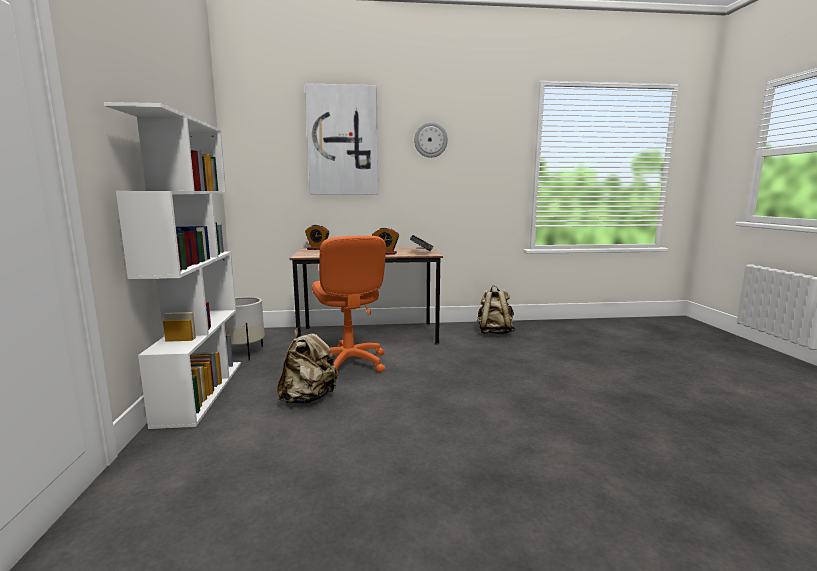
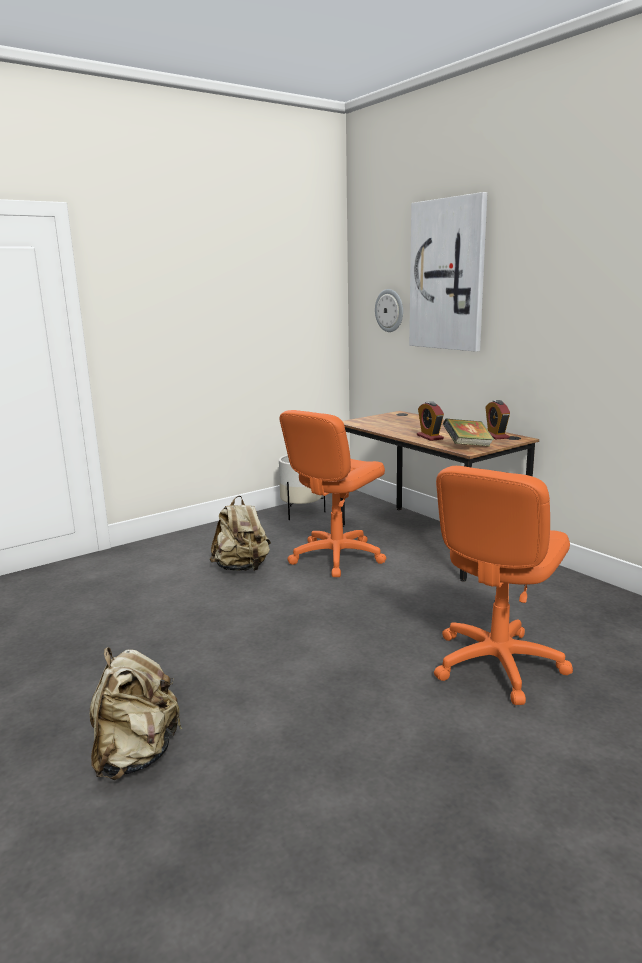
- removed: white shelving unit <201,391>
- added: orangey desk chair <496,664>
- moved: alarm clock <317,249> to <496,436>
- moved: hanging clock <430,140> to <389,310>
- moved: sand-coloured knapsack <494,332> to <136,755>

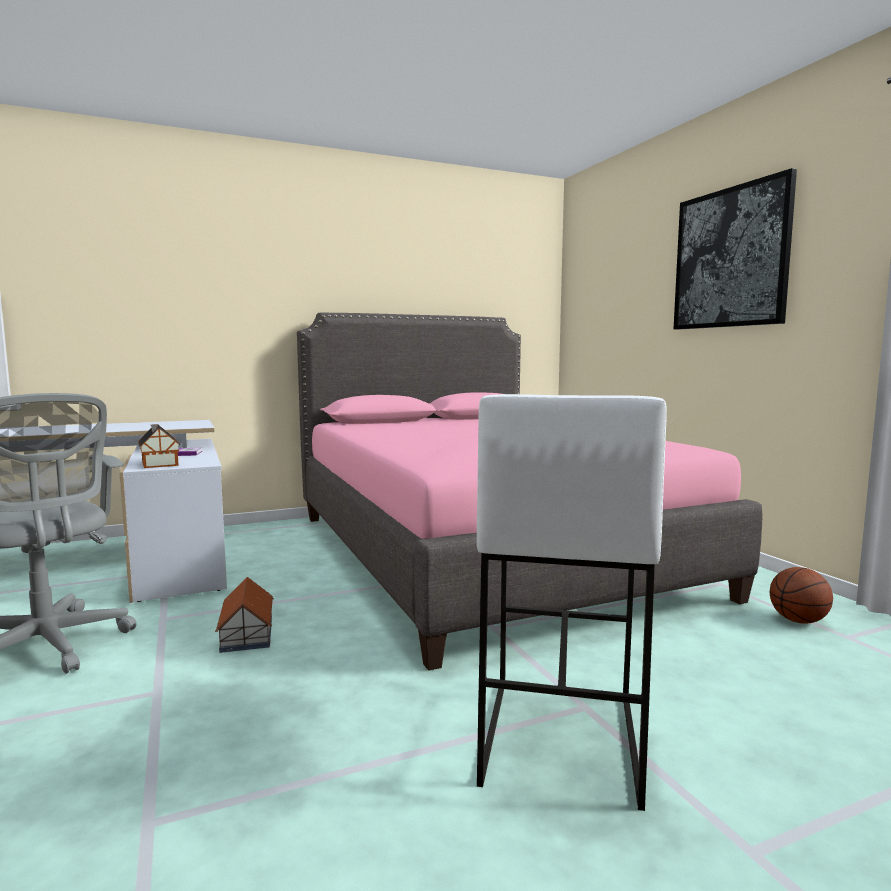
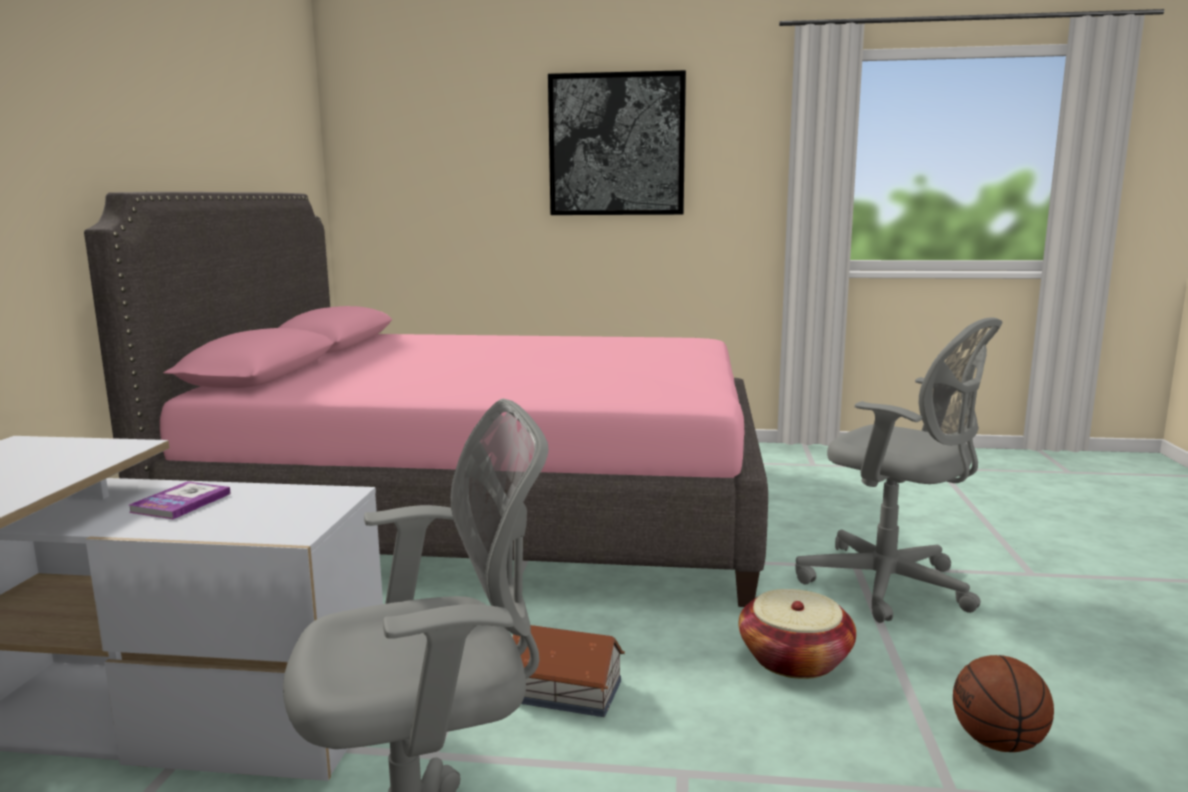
- removed: miniature house <159,463>
- added: household basket <794,659>
- moved: ball for basketball <798,621> to <998,743>
- replaced: white sitting stool <558,736> to grey desk chair <892,587>

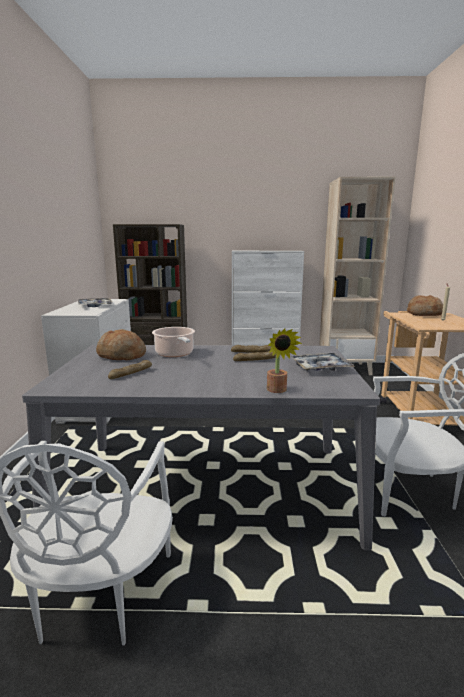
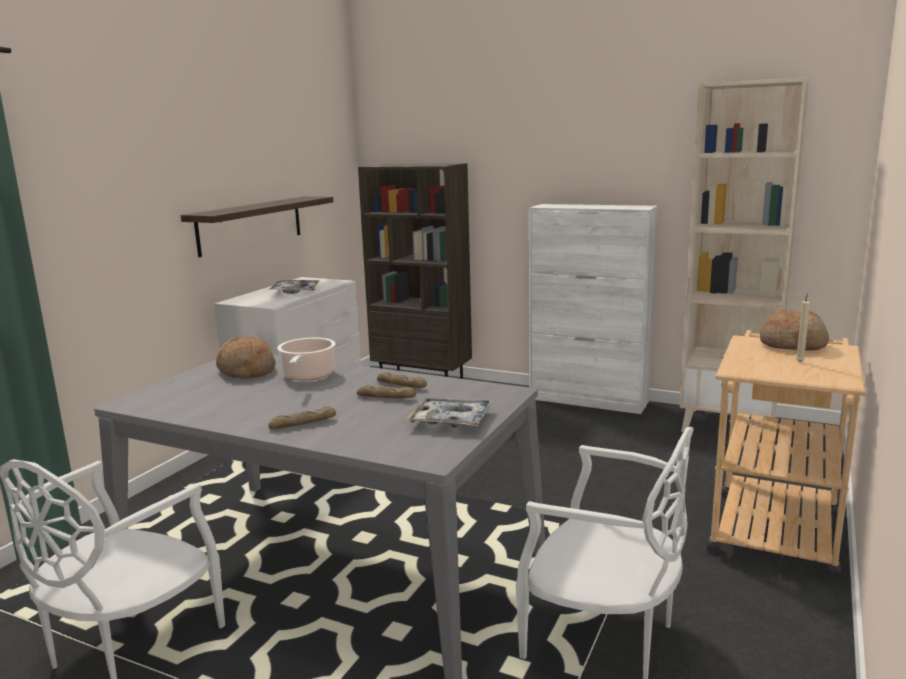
- removed: potted plant <278,391>
- added: shelf <251,225>
- moved: baked bread <131,374> to <303,424>

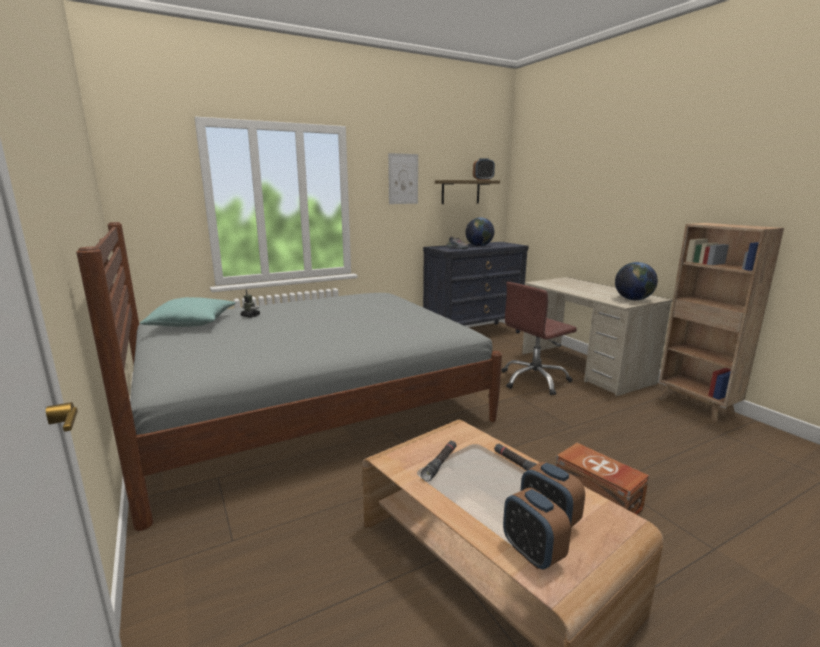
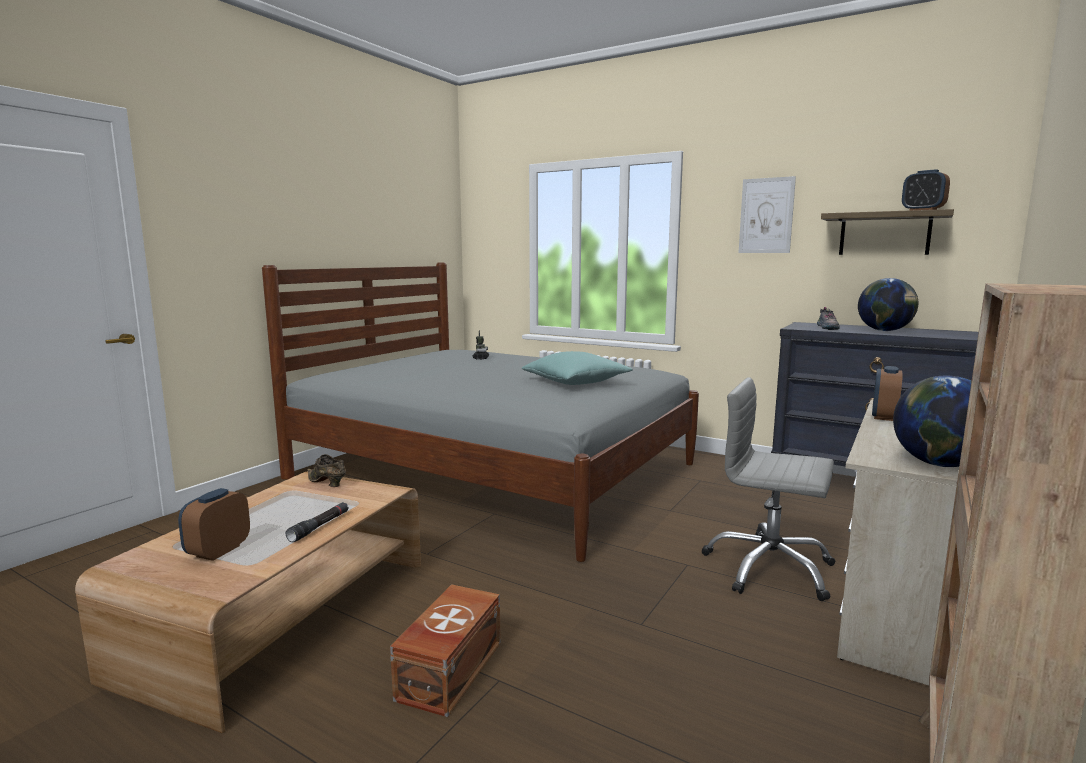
- removed: black-coloured hand torch <440,464>
- added: brown-coloured shoe <327,483>
- moved: turquoise throw pillow <193,323> to <576,382>
- moved: alarm clock <532,553> to <884,417>
- recoloured: brown-coloured desk chair <534,380> to grey desk chair <769,568>

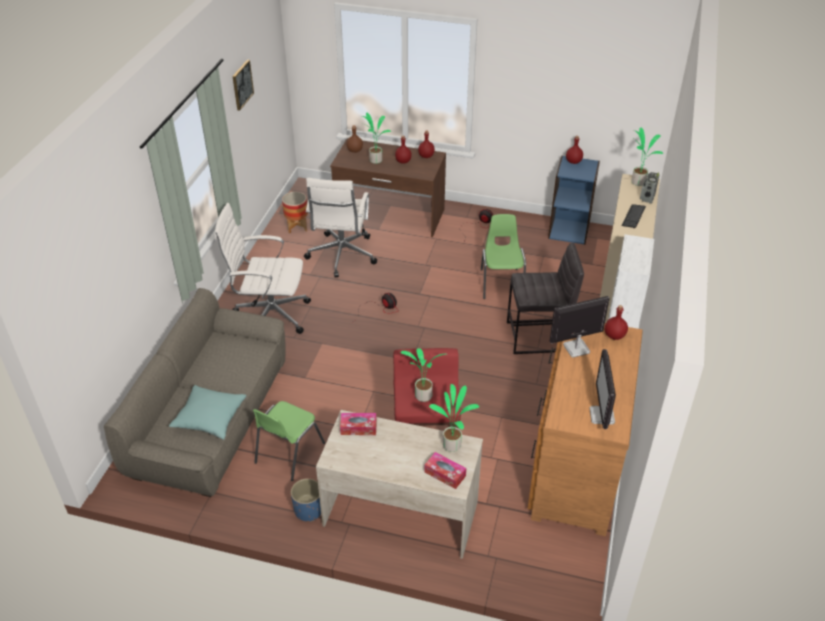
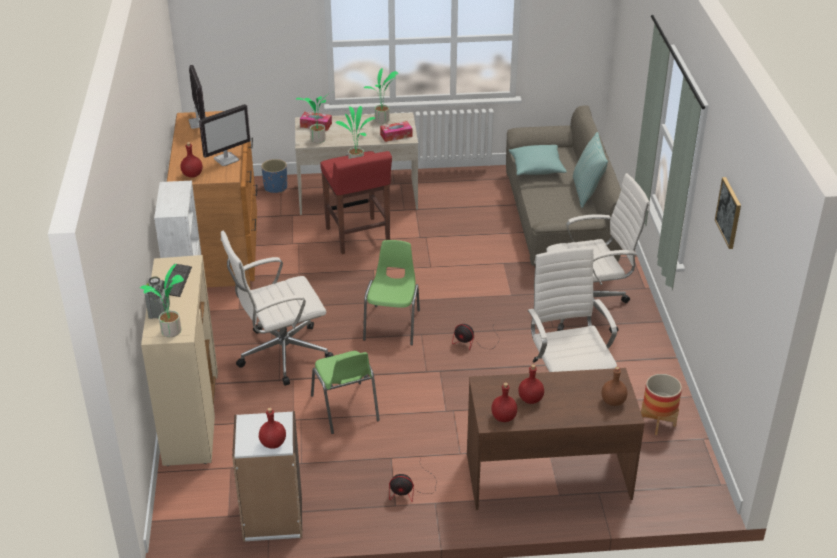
- added: throw pillow <587,192>
- moved: greenish chair <288,453> to <393,324>
- moved: blue flower pot <308,510> to <275,187>
- moved: potted plant <375,160> to <382,121>
- replaced: grey sitting stool <539,337> to white desk chair <281,354>
- recoloured: blue shelving unit <569,230> to white shelving unit <272,518>

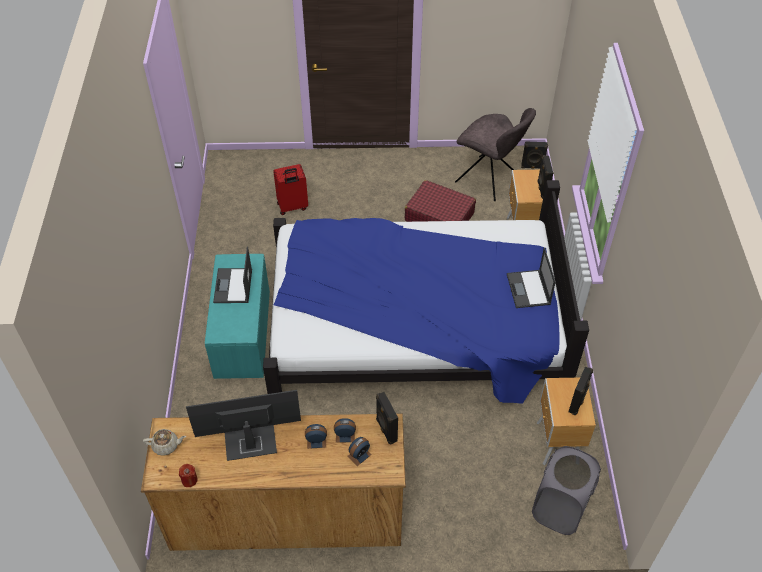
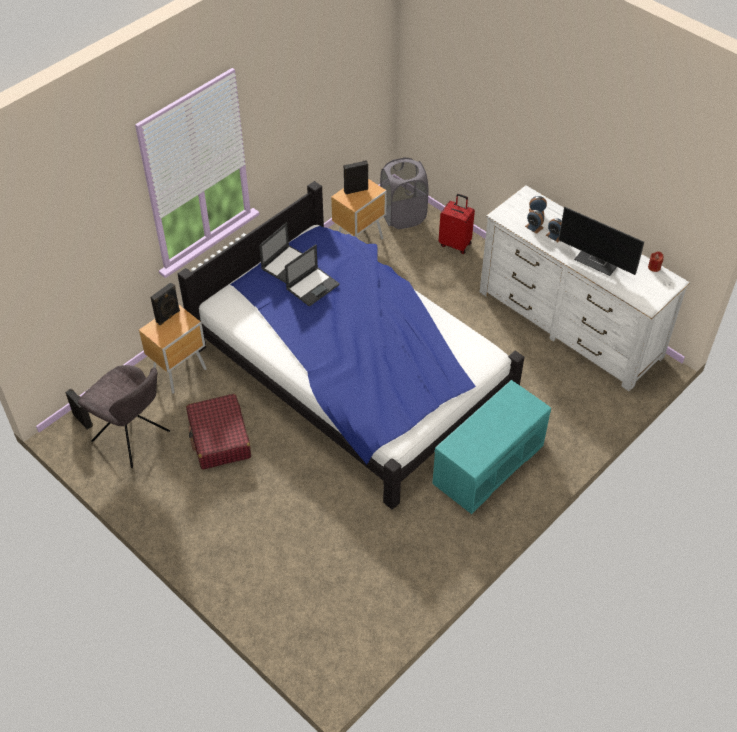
- removed: sand-coloured pot for tea <166,446>
- removed: black-coloured speaker <385,430>
- moved: portable computer <233,286> to <313,286>
- moved: red suitcase <292,207> to <455,244>
- recoloured: brown-coloured drawer chest <286,514> to white drawer chest <569,324>
- turned: grey chair <489,179> = <133,438> 135 degrees clockwise

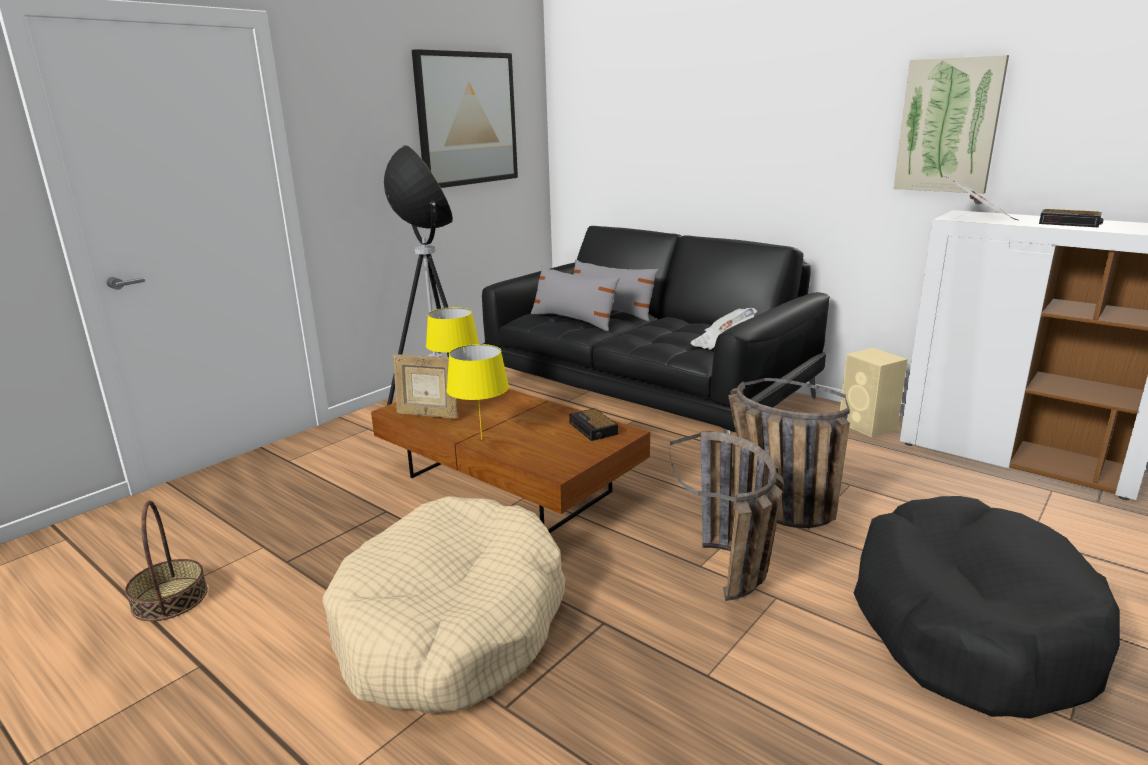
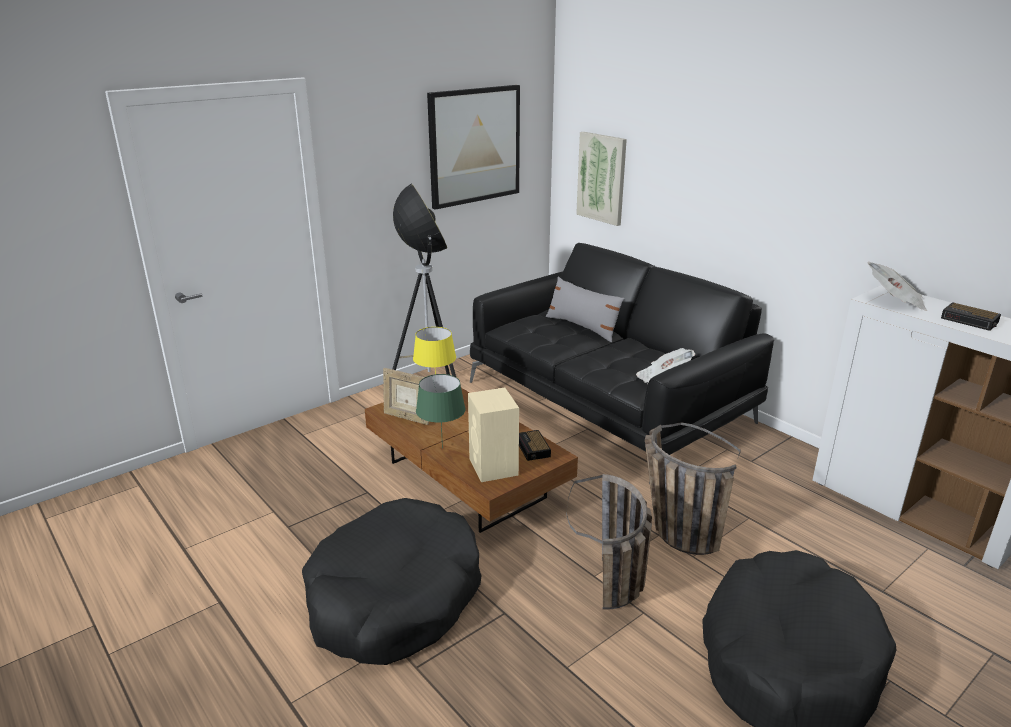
- removed: household basket <169,599>
- removed: grey throw pillow <574,320>
- moved: sand-coloured speaker <868,426> to <494,467>
- moved: wall art <948,126> to <602,178>
- recoloured: sand-coloured dog bed <452,626> to black-coloured dog bed <394,598>
- recoloured: yellow-coloured tabletop lamp <482,439> to greenish tabletop lamp <442,447>

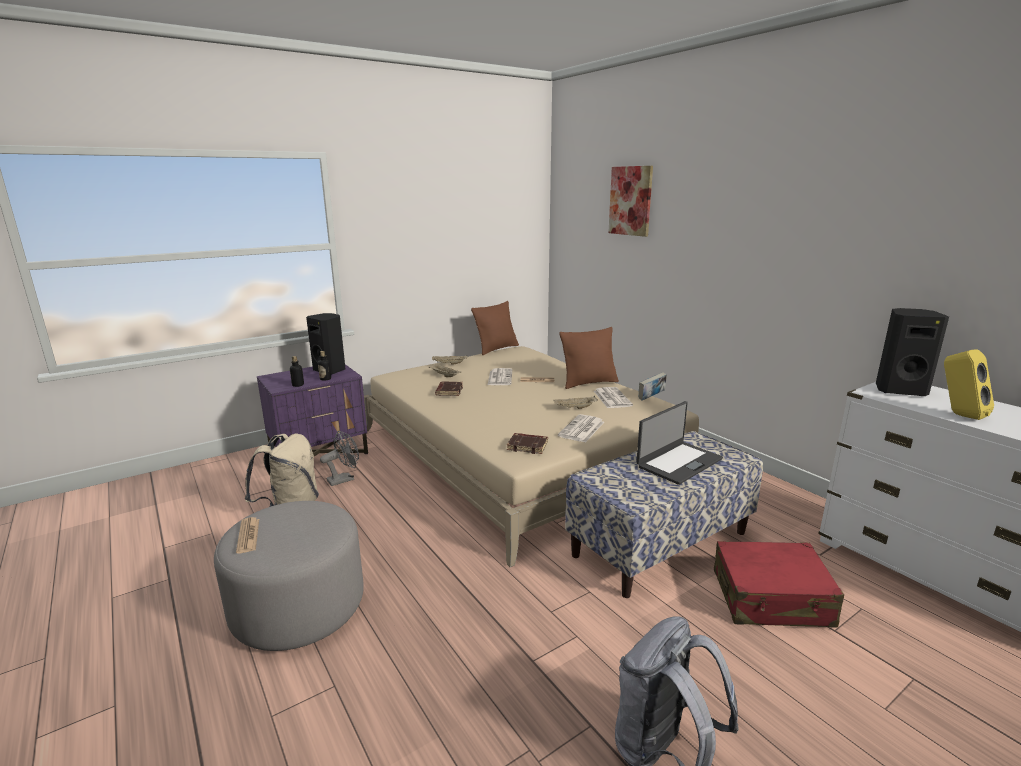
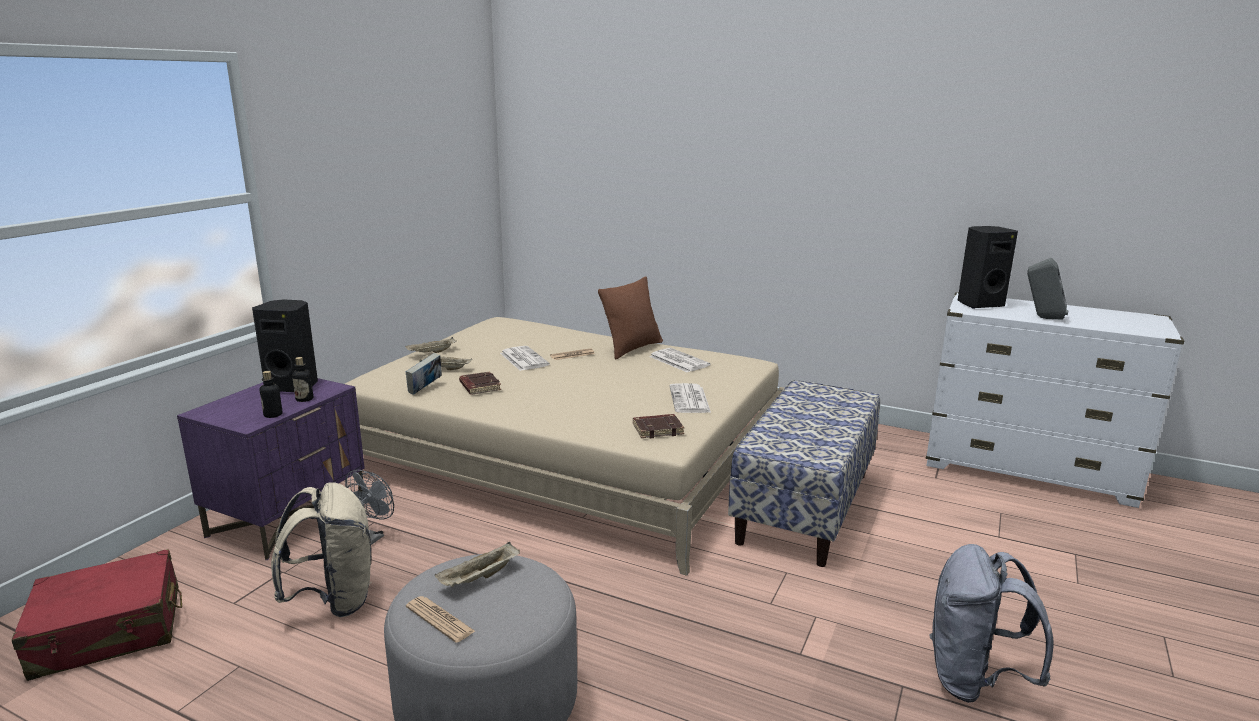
- removed: brown-coloured throw pillow <496,349>
- removed: wall art <630,201>
- removed: portable computer <678,462>
- moved: sand-coloured tray <575,408> to <479,578>
- moved: book <651,398> to <425,389>
- moved: red suitcase <771,598> to <109,632>
- recoloured: yellow-coloured speaker <958,414> to grey speaker <1042,318>

